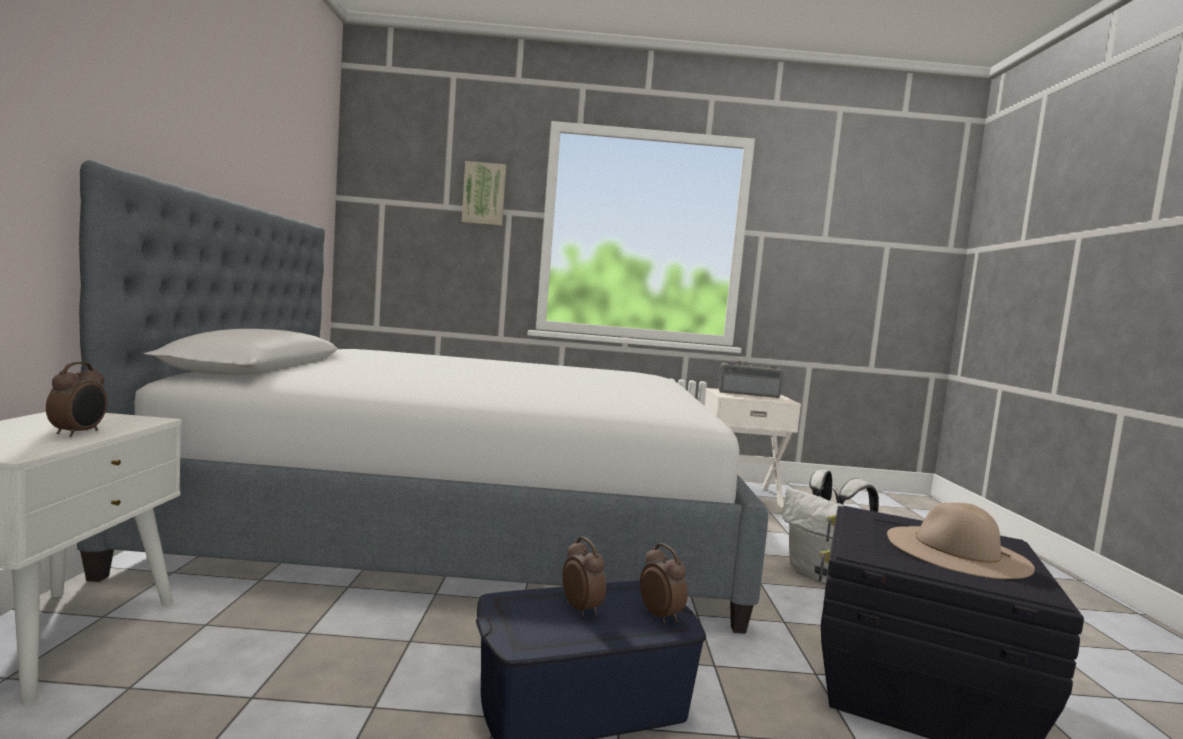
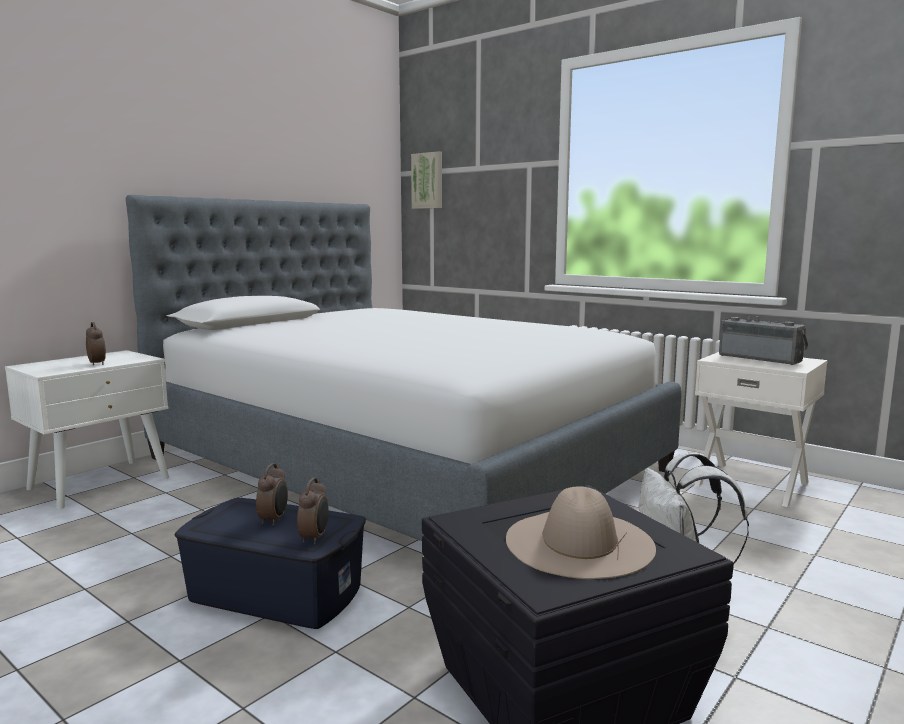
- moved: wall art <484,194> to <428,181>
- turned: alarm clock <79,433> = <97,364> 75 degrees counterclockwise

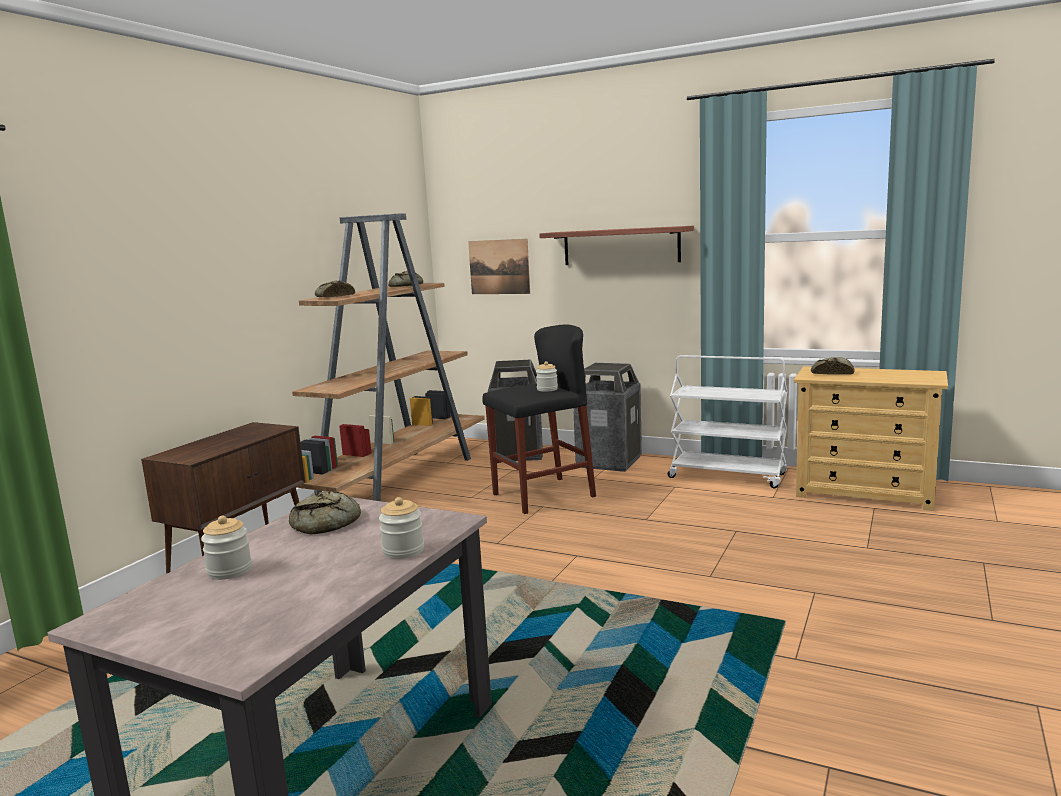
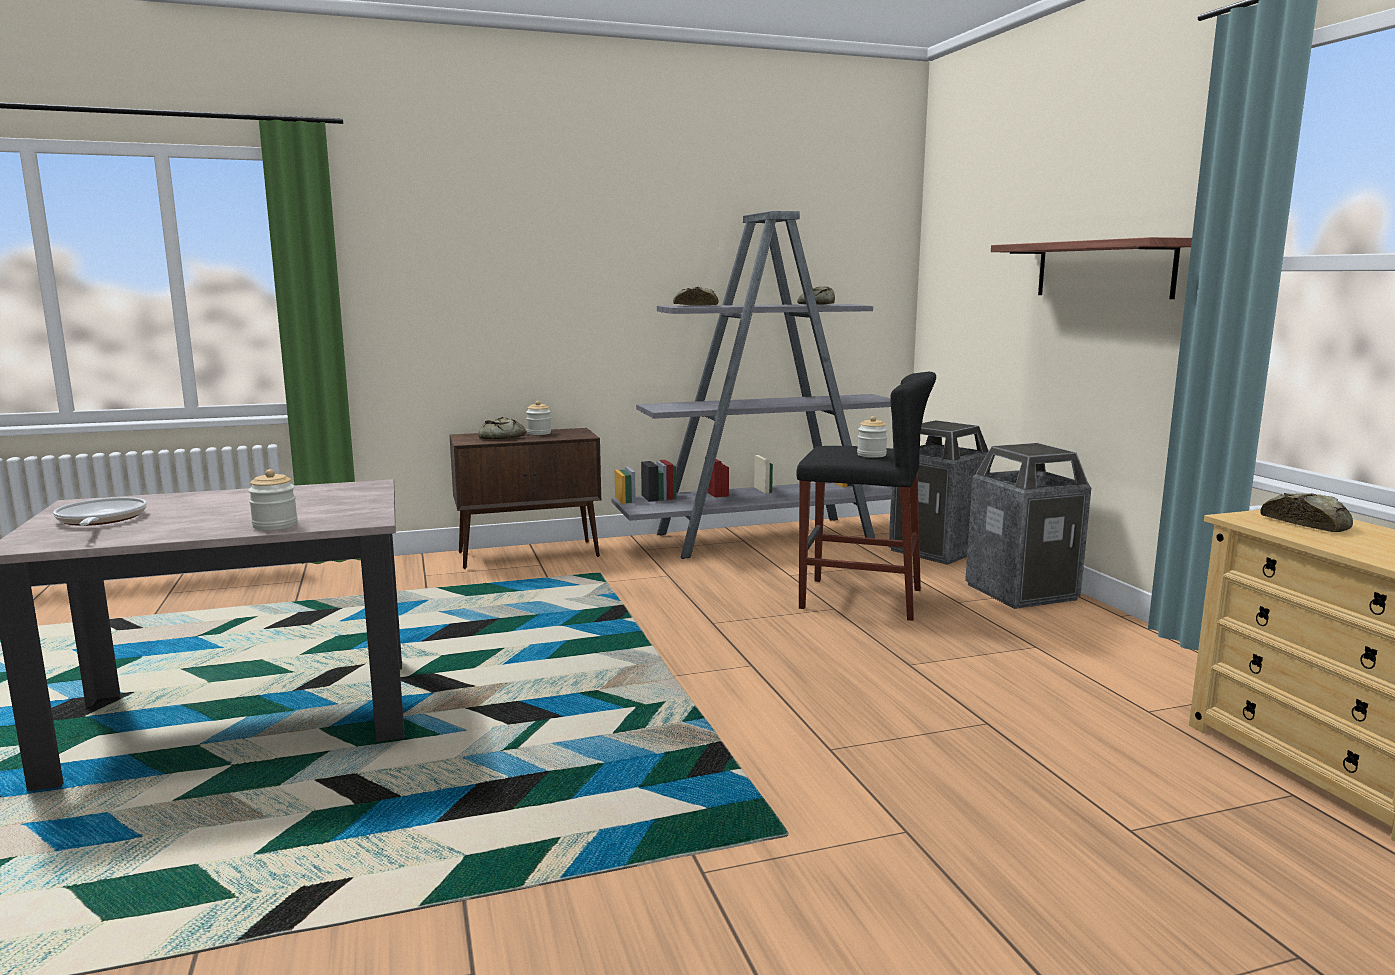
- removed: wall art <499,267>
- removed: white cart <728,476>
- added: skillet <100,520>
- moved: jar <230,571> to <539,433>
- moved: baked bread <327,523> to <500,437>
- recoloured: brown-coloured shelving unit <398,479> to grey shelving unit <768,537>

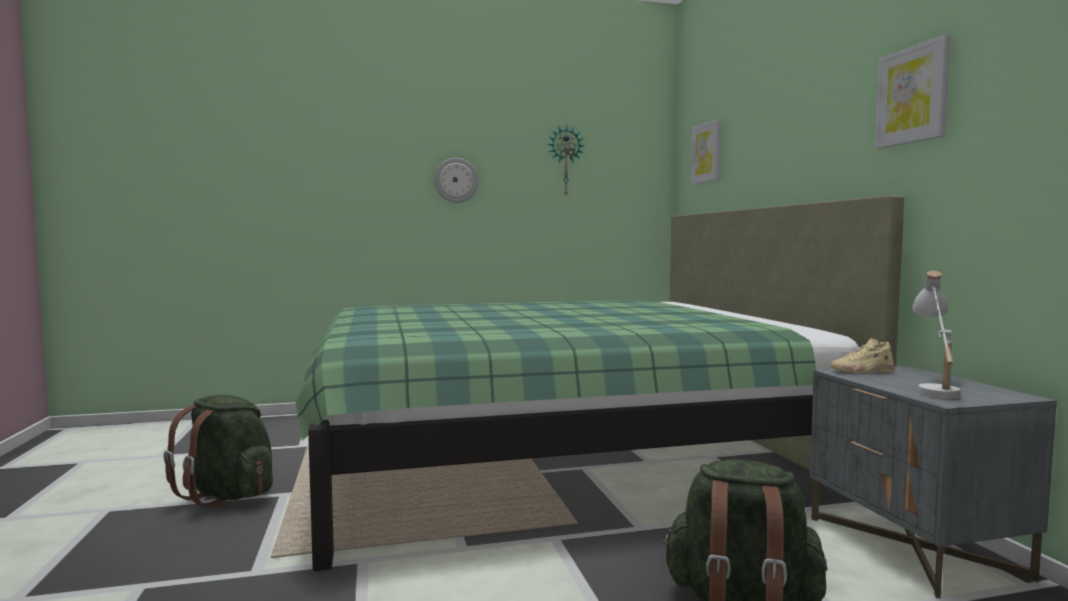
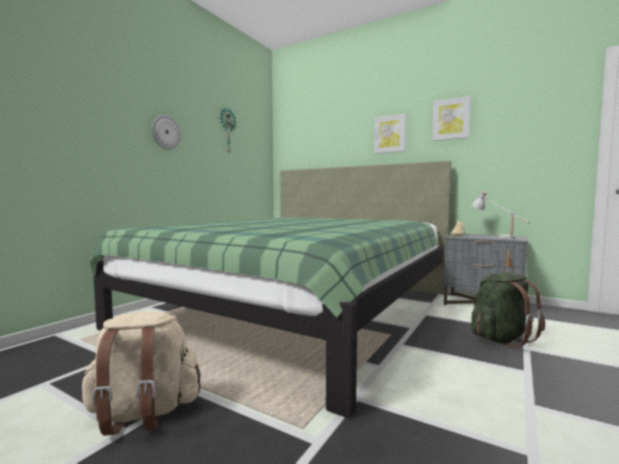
- moved: wall art <707,153> to <390,134>
- recoloured: greenish knapsack <228,495> to sand-coloured knapsack <143,413>

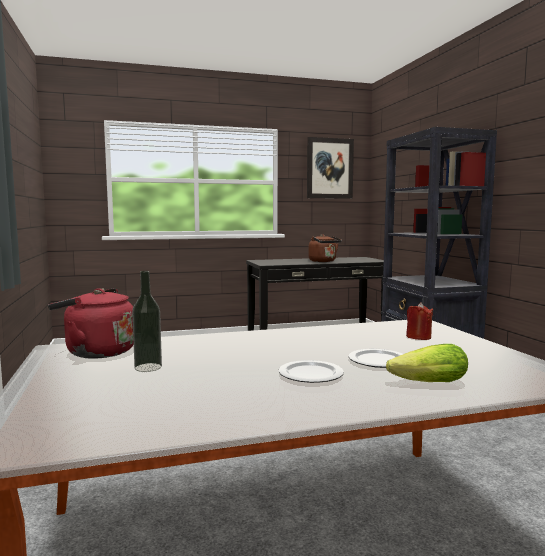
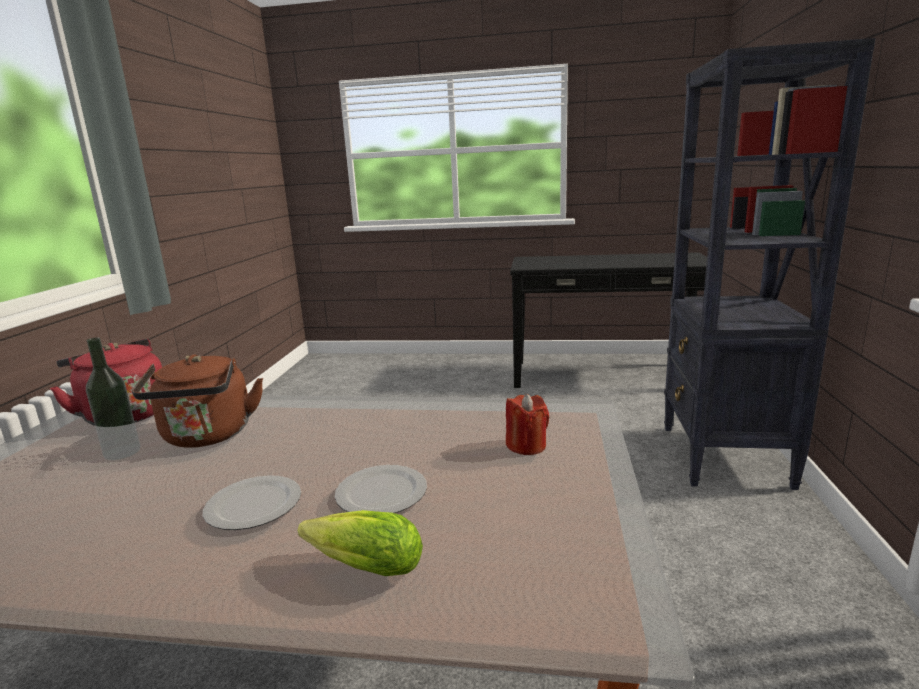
- removed: wall art <329,168>
- moved: brown-coloured tea kettle <323,261> to <207,437>

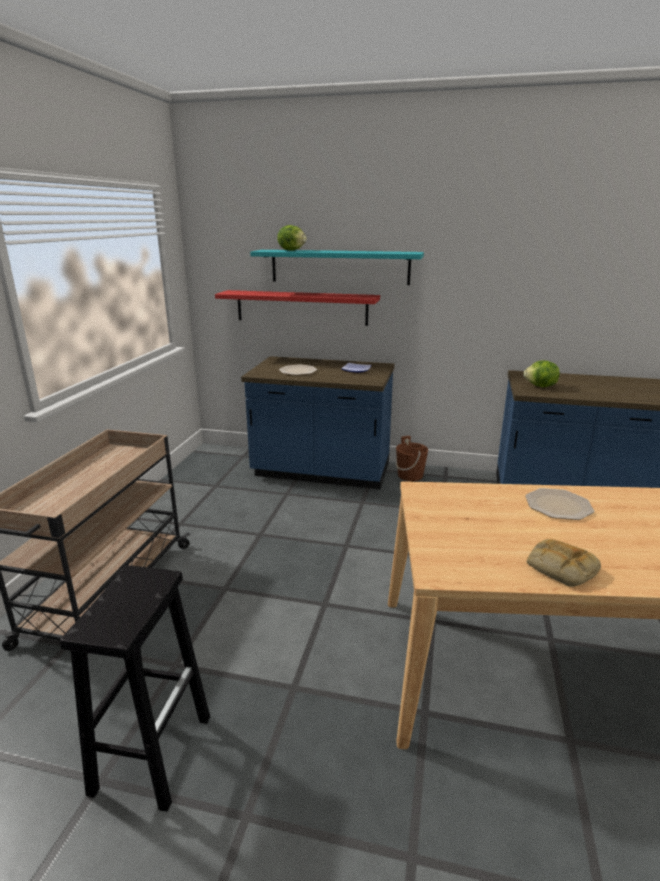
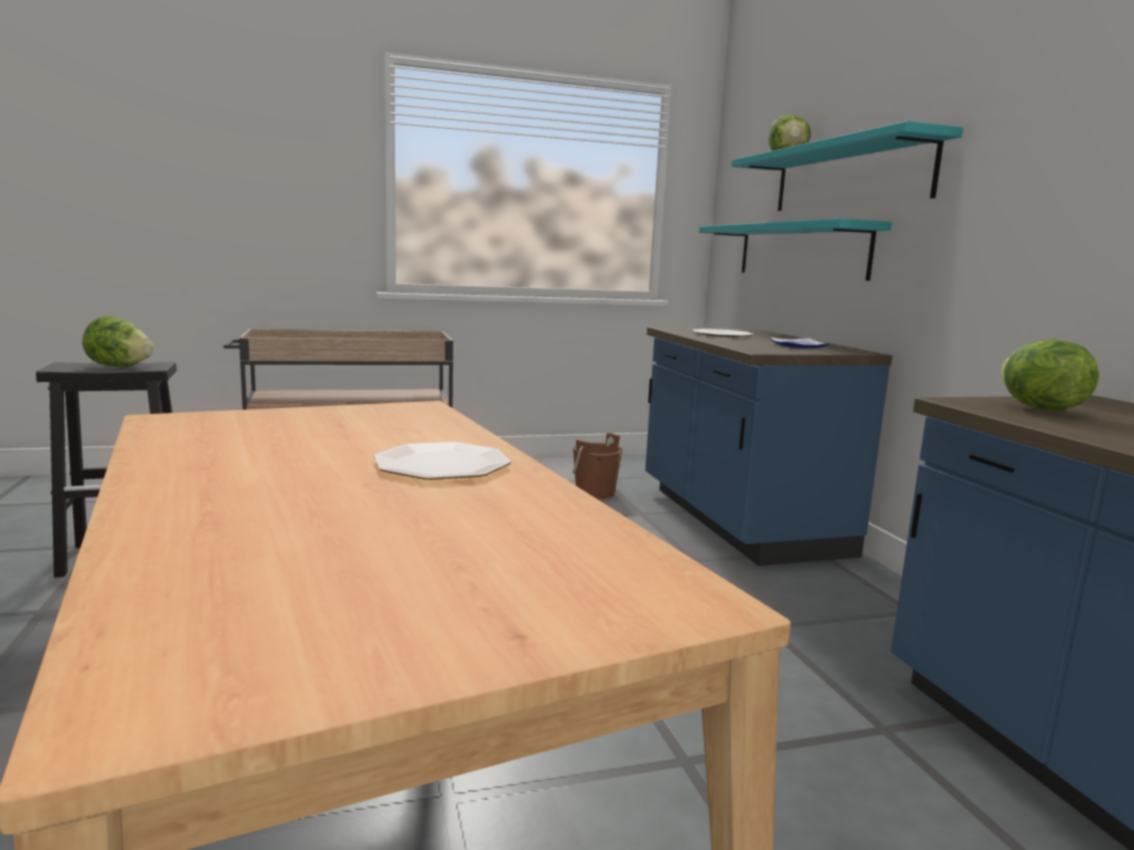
- removed: baked bread <560,568>
- added: lettuce head <119,367>
- moved: brown-coloured water bucket <410,475> to <595,492>
- recoloured: red shelf <301,307> to turquoise shelf <800,251>

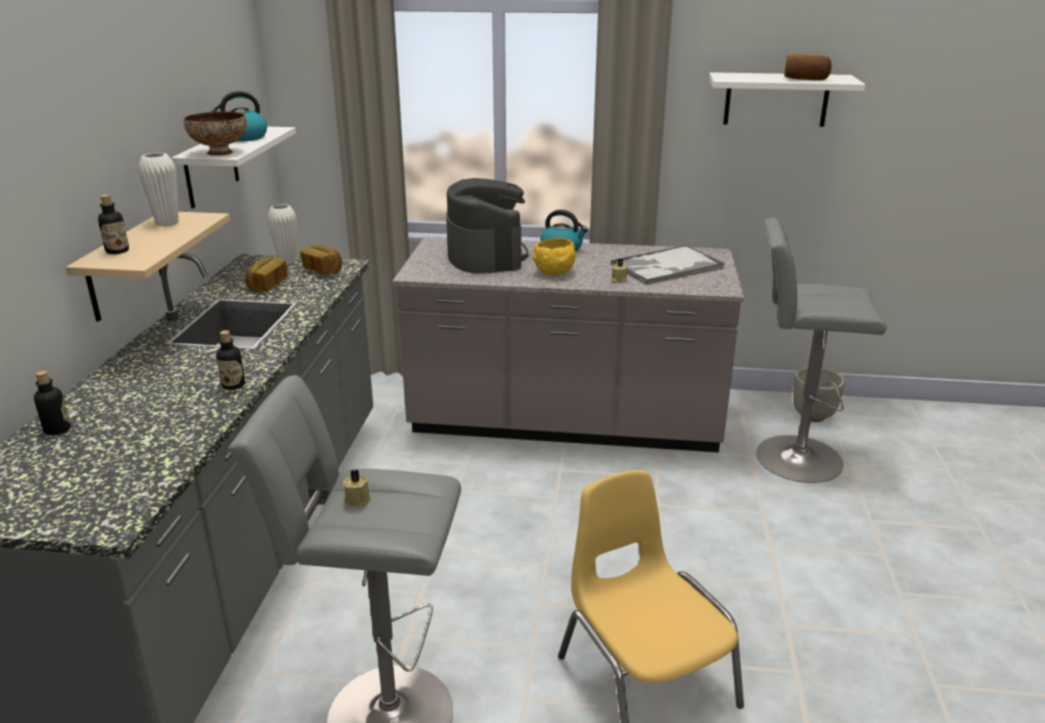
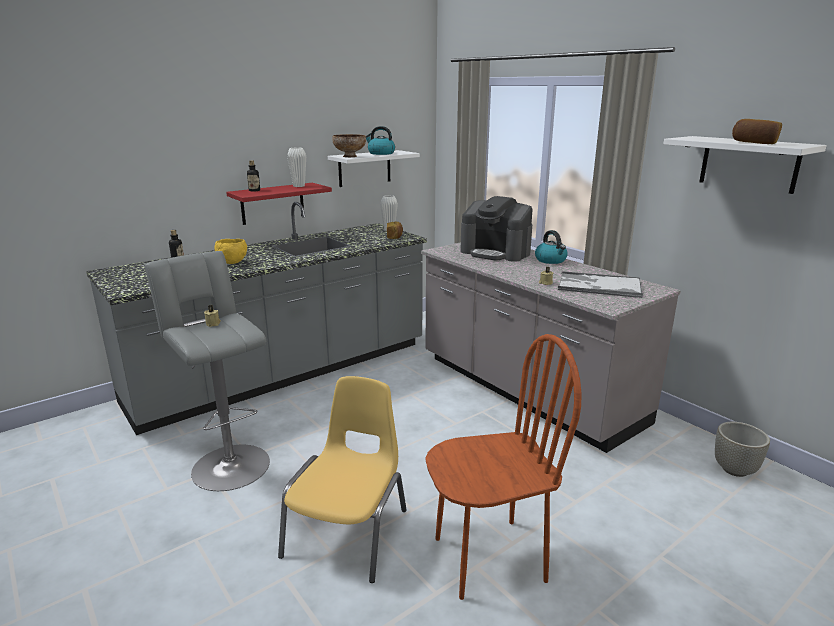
- removed: beverage bottle <233,385>
- removed: baked bread <267,285>
- removed: grey sitting stool <792,457>
- added: brown-coloured chair <489,558>
- moved: yellow-coloured bowl <554,273> to <232,263>
- recoloured: sand-coloured shelf <124,266> to red shelf <272,203>
- turned: coffee maker <486,256> = <496,252> 90 degrees clockwise

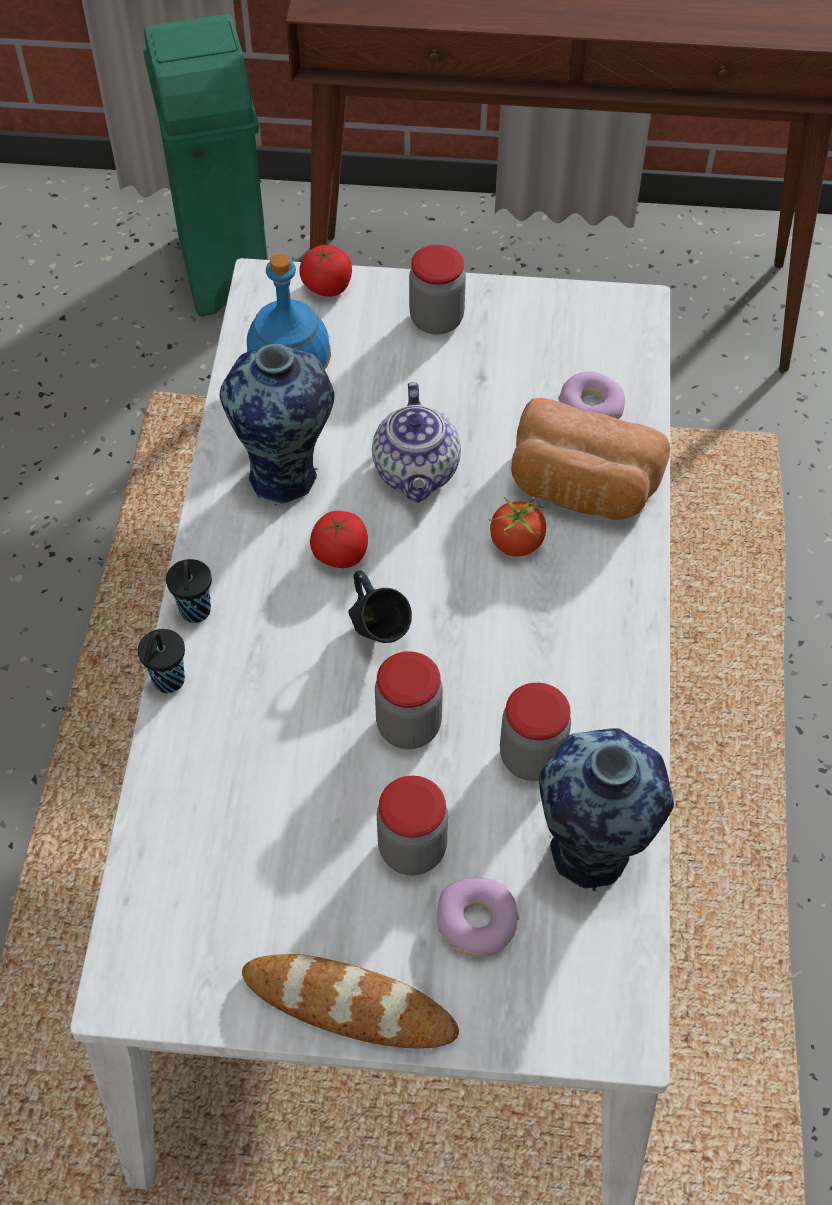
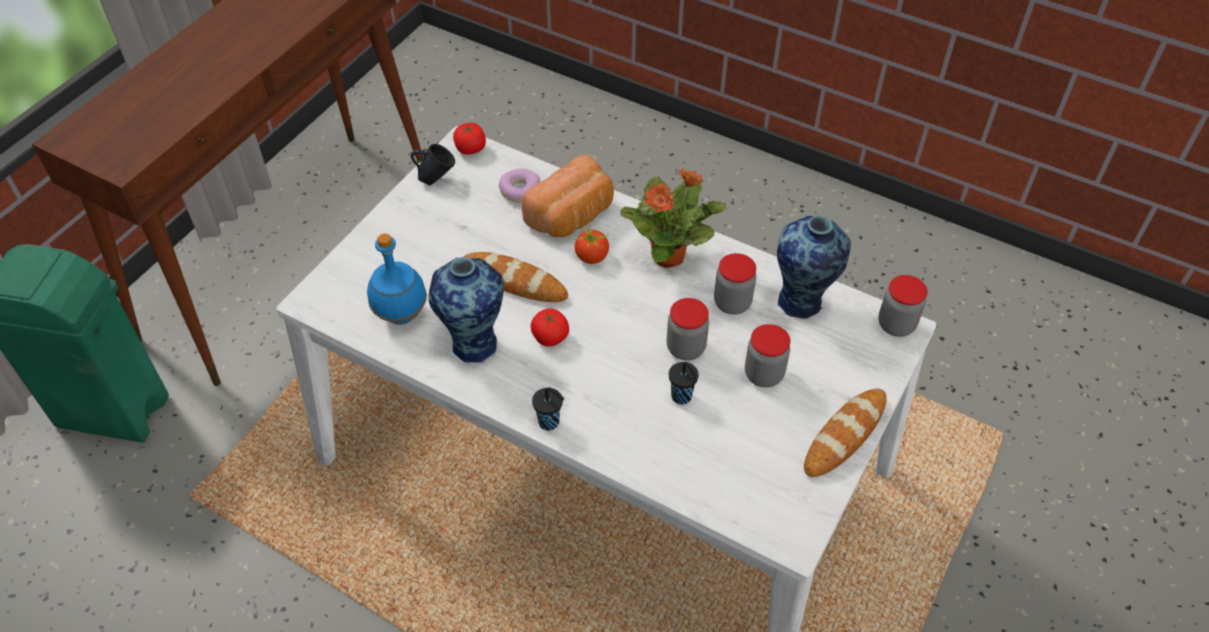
- removed: doughnut <476,923>
- added: potted plant <669,256>
- moved: black-coloured cup <168,682> to <682,397>
- moved: tomato <327,286> to <470,149>
- moved: blue tea mug <377,634> to <436,179>
- moved: jar <436,320> to <896,325>
- replaced: pot for tea <417,473> to baked bread <514,281>

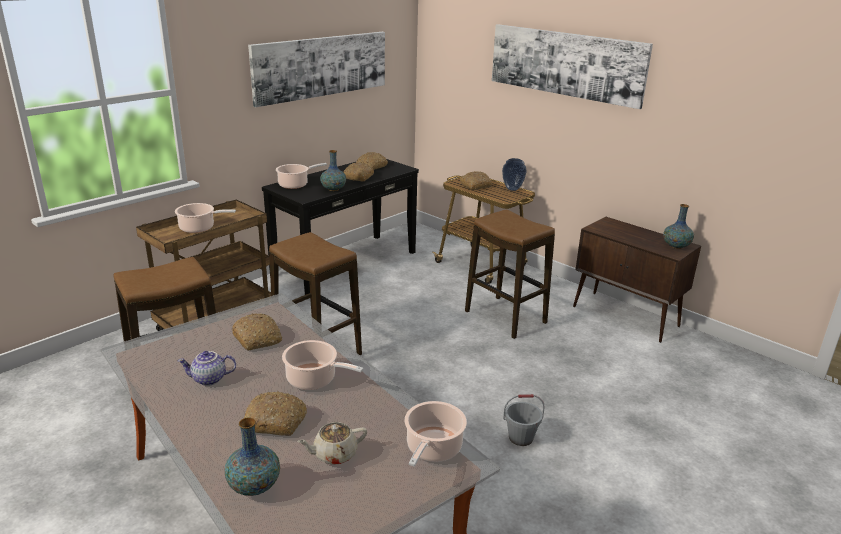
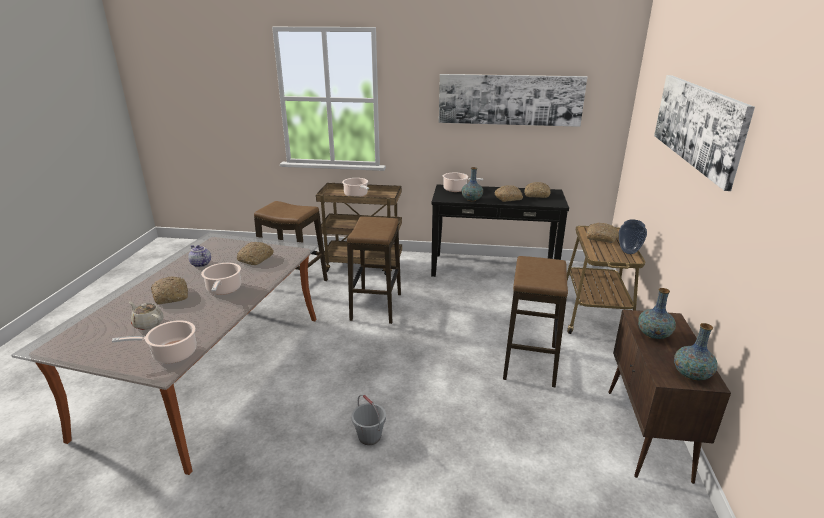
- moved: decorative vase <254,486> to <653,335>

